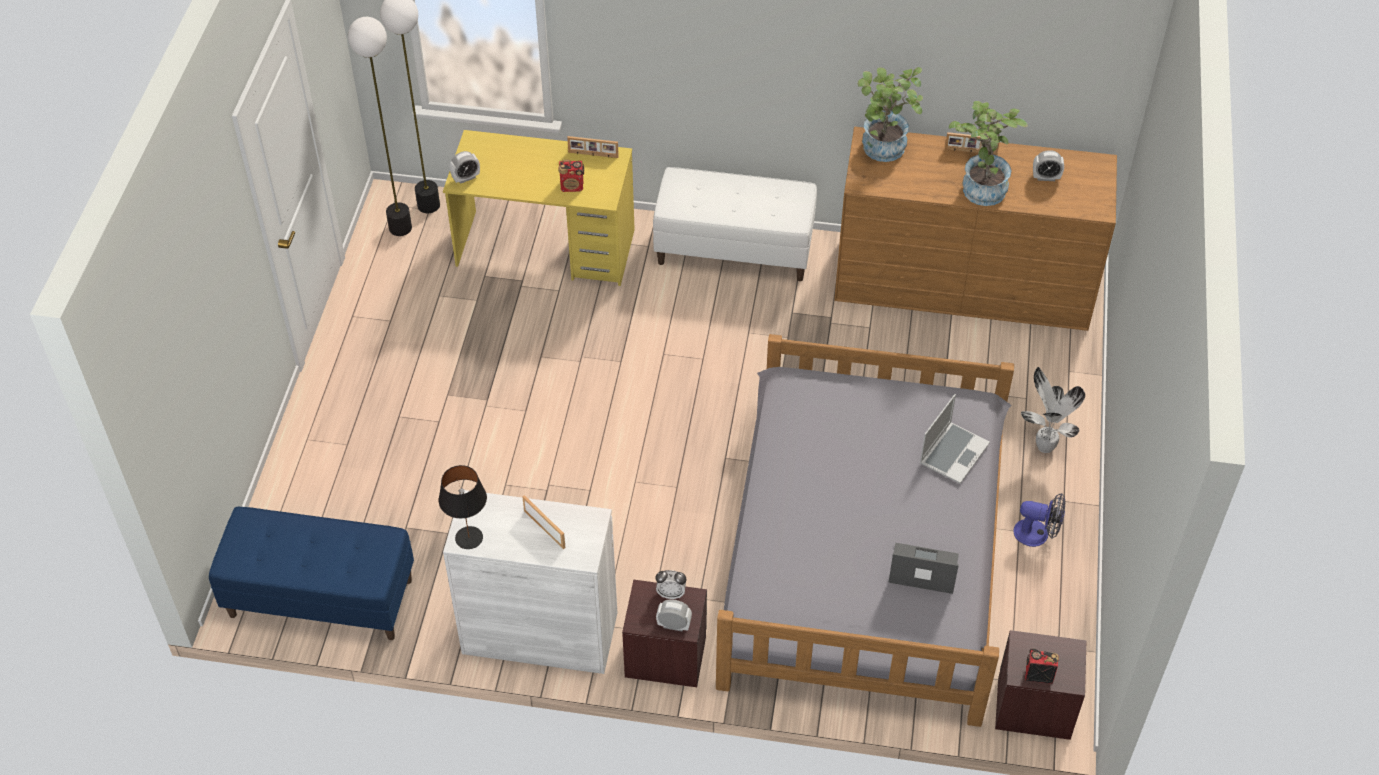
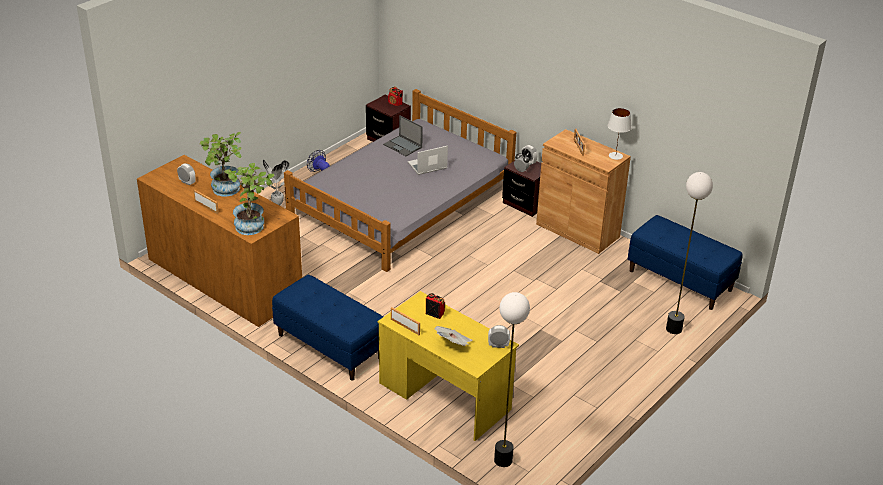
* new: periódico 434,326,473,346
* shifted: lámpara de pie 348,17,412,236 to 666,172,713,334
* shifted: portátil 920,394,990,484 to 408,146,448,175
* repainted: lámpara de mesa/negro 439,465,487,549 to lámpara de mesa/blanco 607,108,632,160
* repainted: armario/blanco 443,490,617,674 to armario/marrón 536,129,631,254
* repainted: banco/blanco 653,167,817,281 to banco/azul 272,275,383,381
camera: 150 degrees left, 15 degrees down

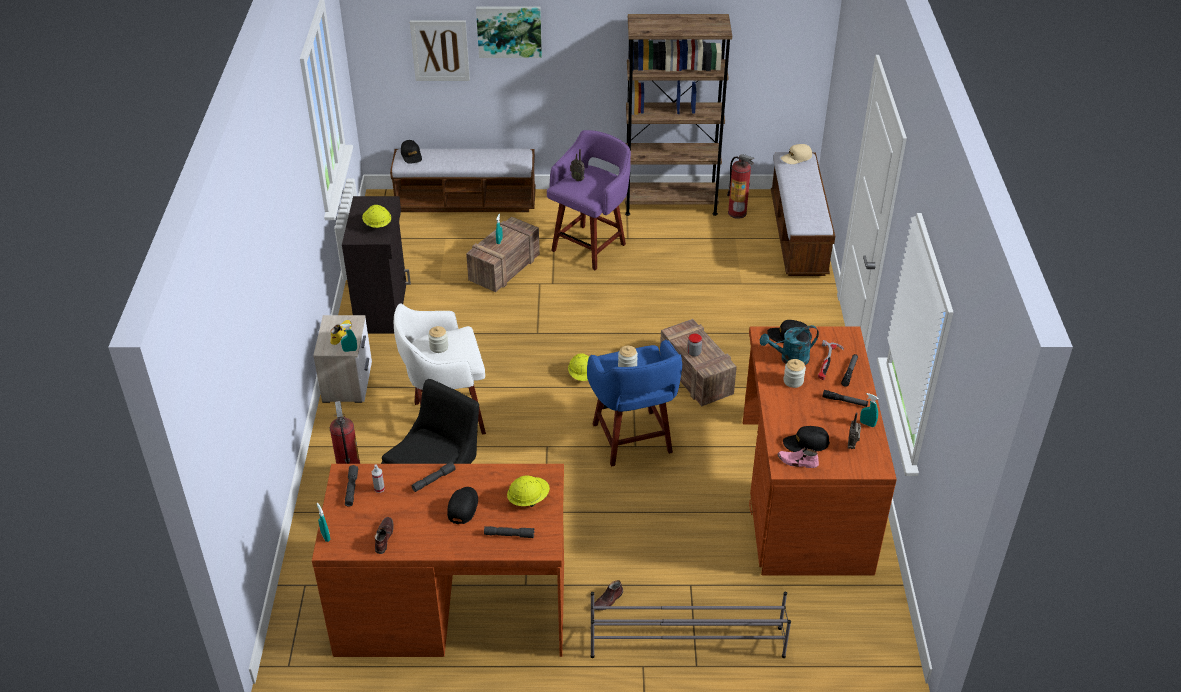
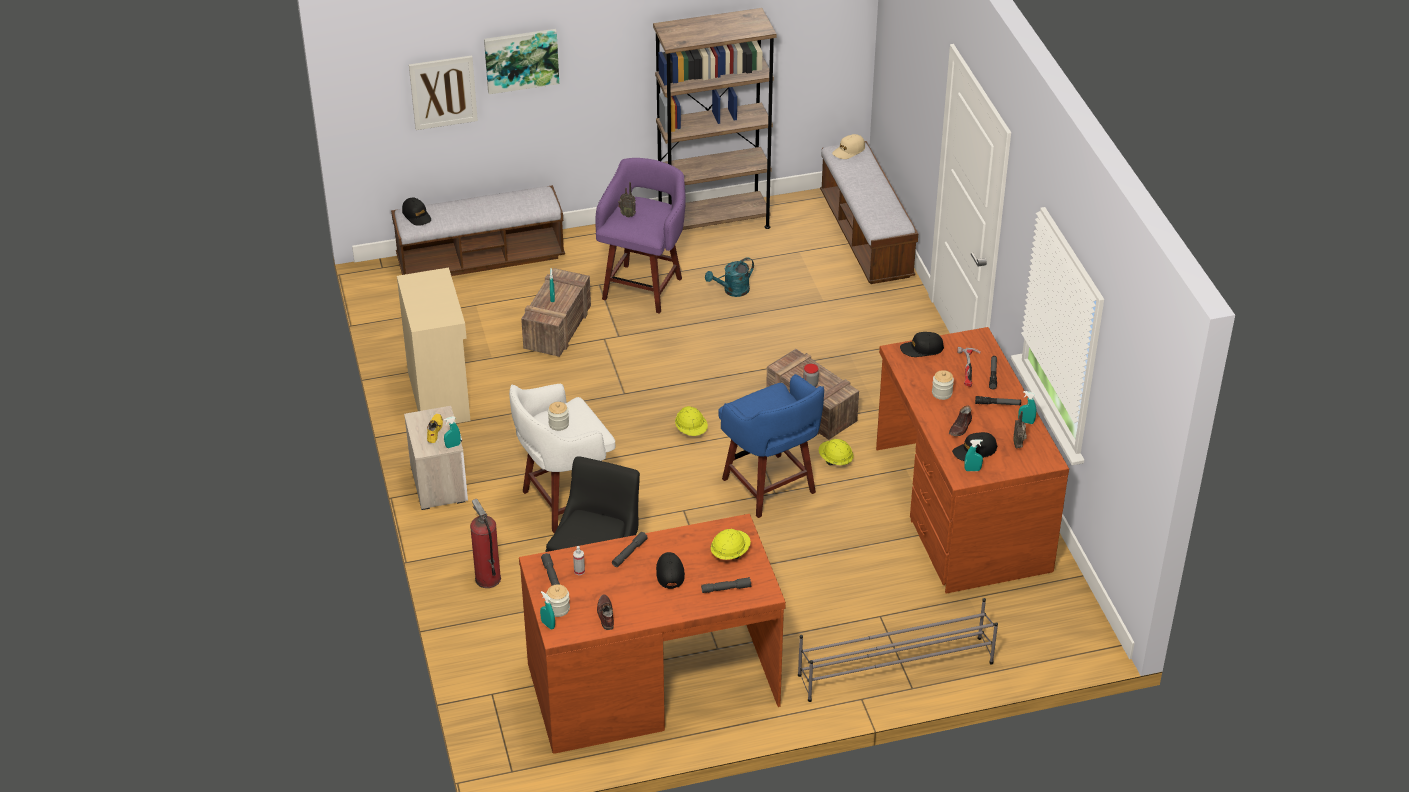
* gone: extintor 727,154,754,219
* shifted: casco/amarillo 362,205,391,228 to 819,439,854,465
* shifted: zapato/marrón 594,580,623,610 to 949,406,972,436
* shifted: tarro 618,346,638,367 to 546,584,570,617
* shifted: regadera/turquesa 760,325,819,365 to 705,257,754,297
* swapped: zapato/rosa 778,448,819,468 to pulverizador/turquesa 964,440,983,471
* repainted: armario/negro 342,196,411,333 to armario/beis 397,267,471,423
camera: 15 degrees left, 0 degrees up

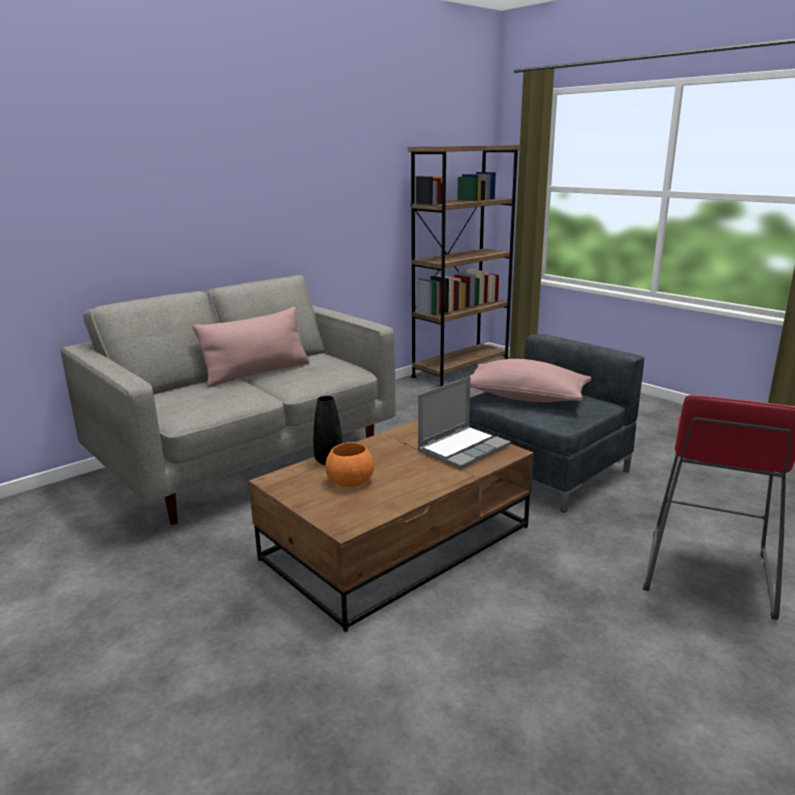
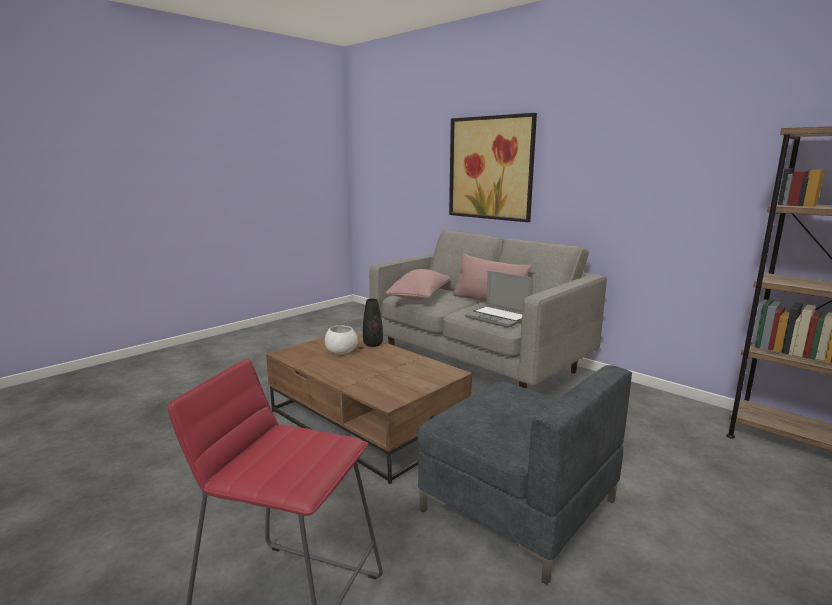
* new: cuadro 449,113,537,222
* shifted: portátil 417,376,511,469 to 465,270,533,328
* shifted: cojín/rosa 470,359,591,402 to 385,269,450,300
* repainted: cuenco/naranja 325,442,374,487 to cuenco/blanco 325,325,358,354
camera: 85 degrees right, 5 degrees down

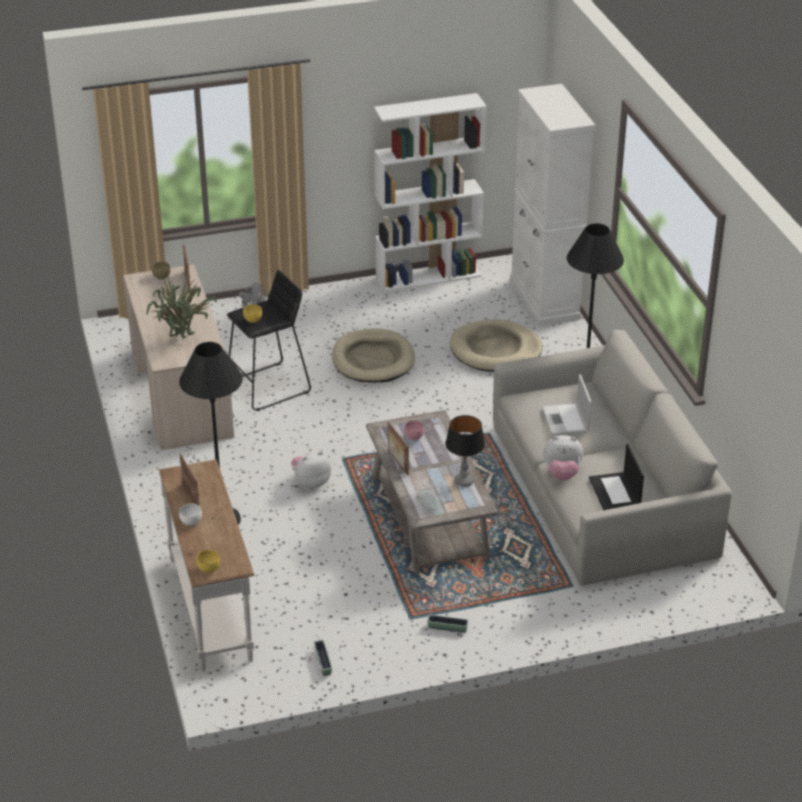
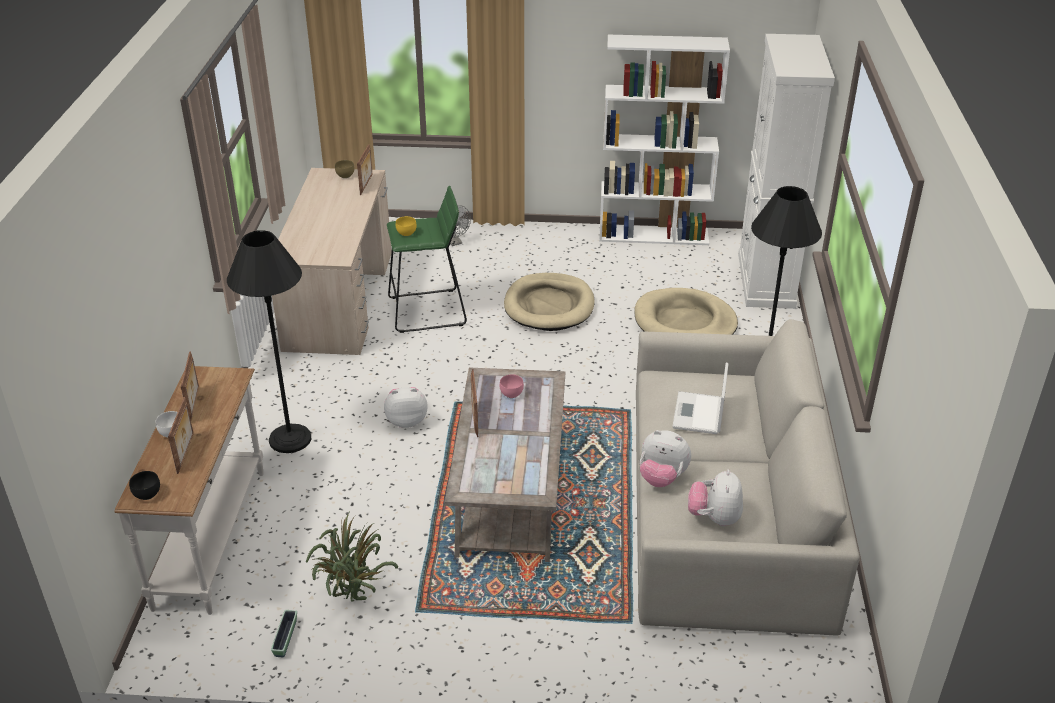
* gone: maceta 427,614,469,633
* gone: lámpara de mesa 445,415,485,487
* new: portarretratos 168,397,194,474
* shifted: planta en maceta 147,276,217,338 to 306,513,398,602
* swapped: portátil 589,444,644,510 to peluche 688,469,743,526
* repainted: cuenco/amarillo 197,550,220,573 to cuenco/negro 129,471,160,500
* repainted: taburete/negro 227,270,311,411 to taburete/verde 387,186,467,333
camera: 20 degrees right, 0 degrees up

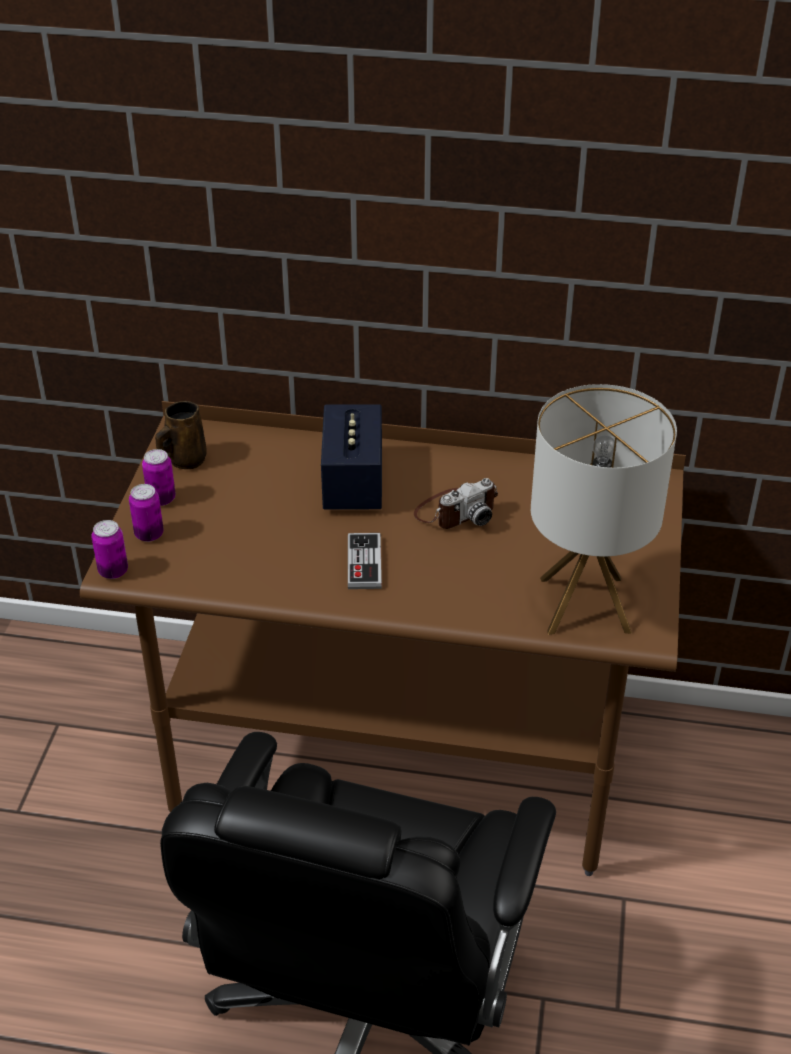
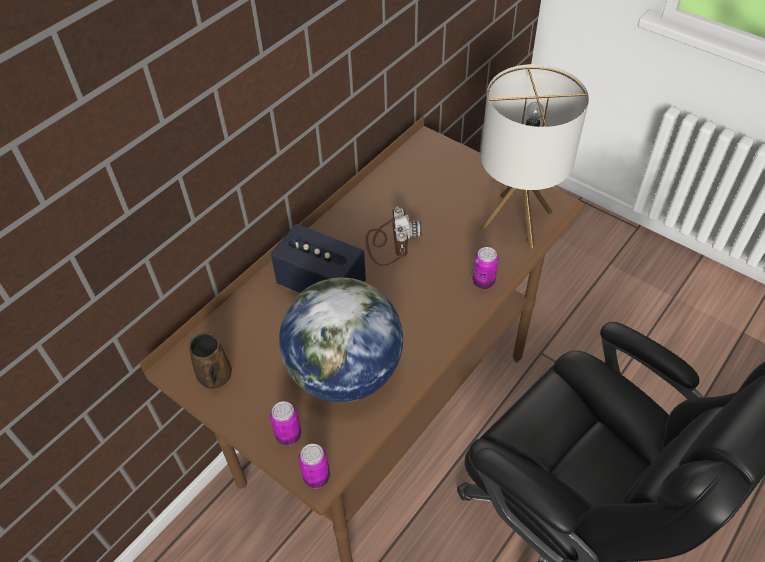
* gone: mando de consola 348,533,382,589
* new: globo terráqueo 279,278,403,402
* shifted: lata 142,449,176,506 to 473,247,499,289
camera: 60 degrees left, 10 degrees up

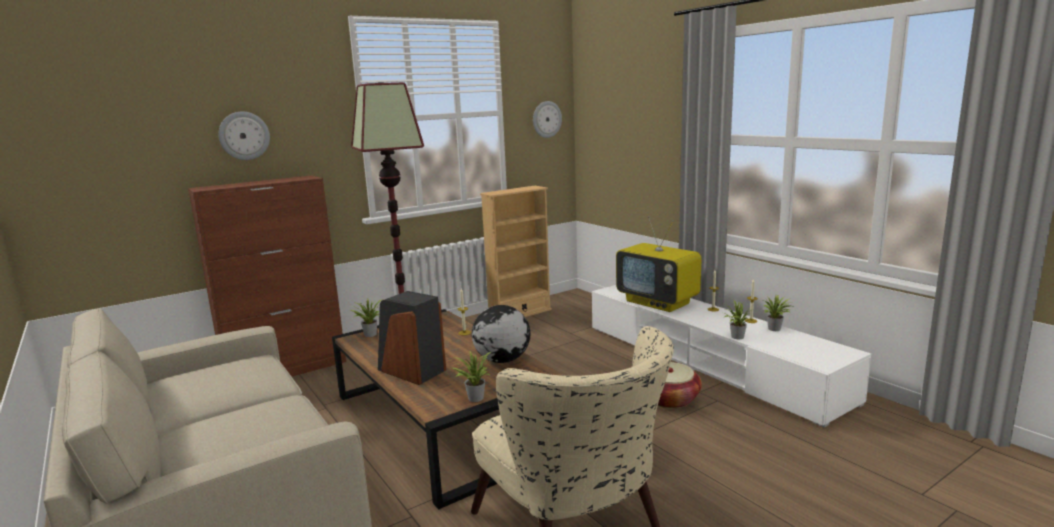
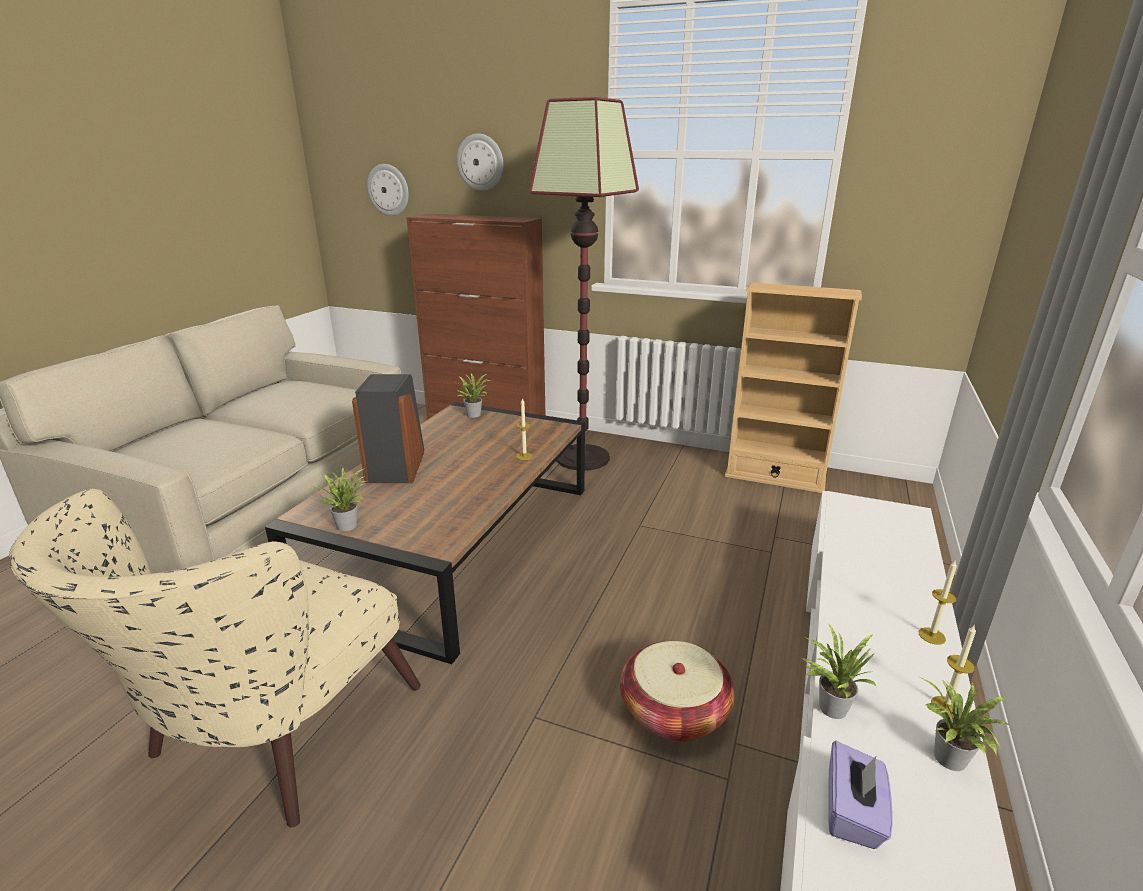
* gone: globo terráqueo 472,305,531,363
* gone: televisor 616,216,702,312
* new: caja de pañuelos/morado 828,741,893,849
* shifted: reloj de pared 533,101,562,138 to 367,164,409,216
camera: 55 degrees right, 10 degrees up

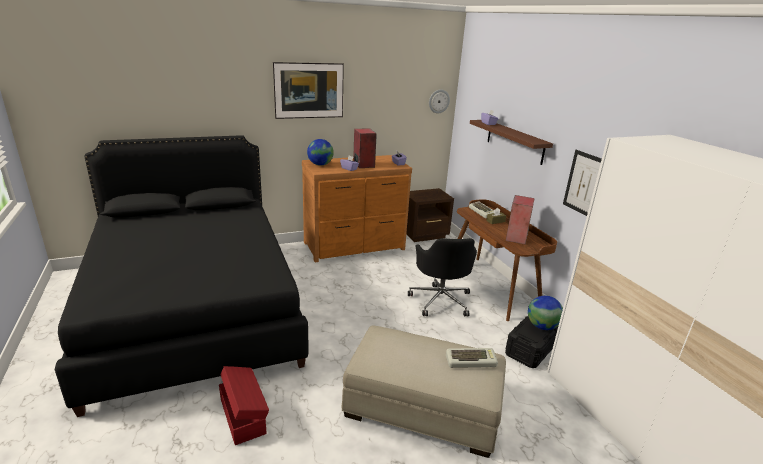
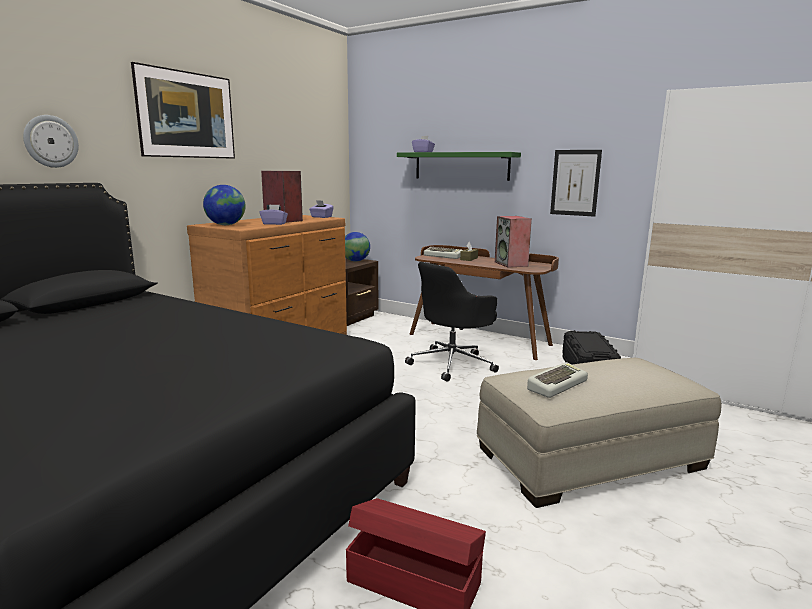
* shifted: reloj de pared 429,89,450,113 to 23,115,79,168
* shifted: teclado 446,348,498,368 to 527,362,588,398
* shifted: globo terráqueo 528,296,563,330 to 345,232,370,262
* repainted: estante/marrón 470,120,553,165 to estante/verde 397,152,521,181
* rotated: silla de oficina/negro 408,238,477,316 = 405,262,499,382 90 degrees clockwise
camera: 35 degrees left, 10 degrees down

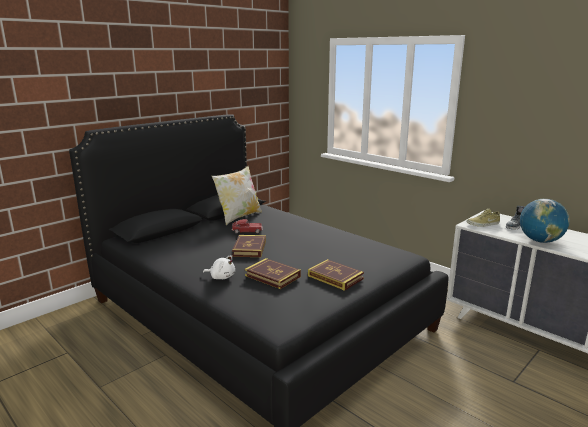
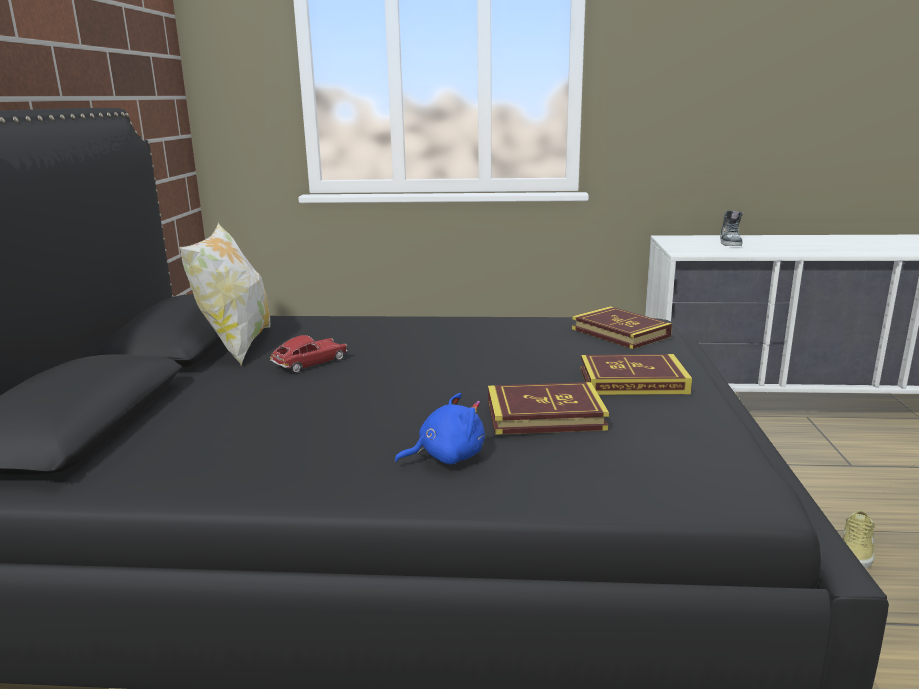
* gone: globo terráqueo 520,199,570,243
* shifted: libro 232,235,266,257 to 572,306,672,349
* shifted: zapato/beis 466,208,500,227 to 843,510,875,568
* repainted: peluche/blanco 203,255,235,279 to peluche/azul 394,393,485,464
camera: 40 degrees left, 0 degrees up

